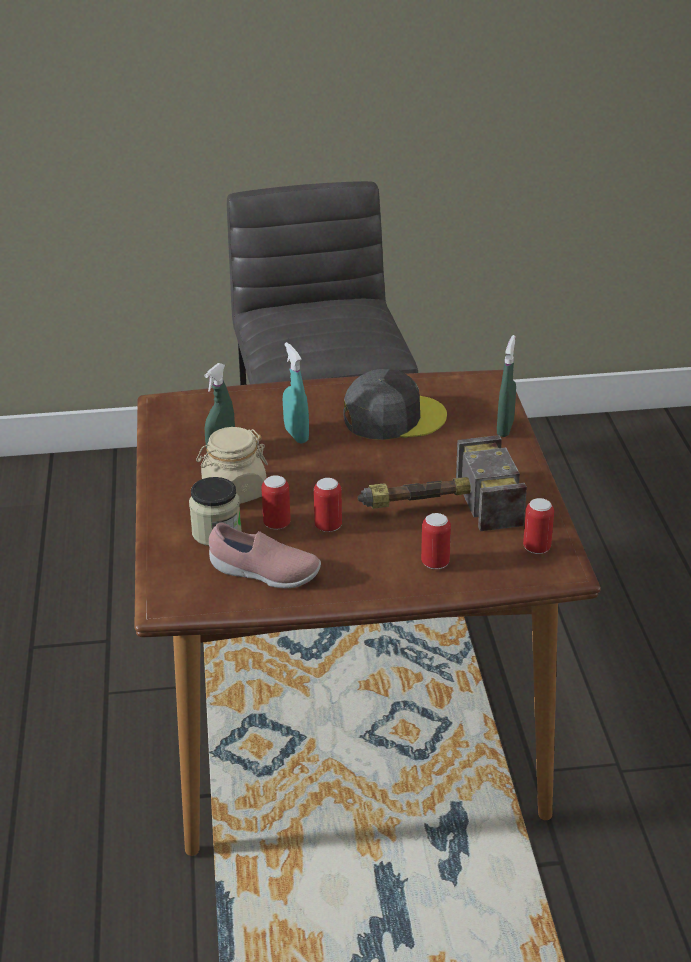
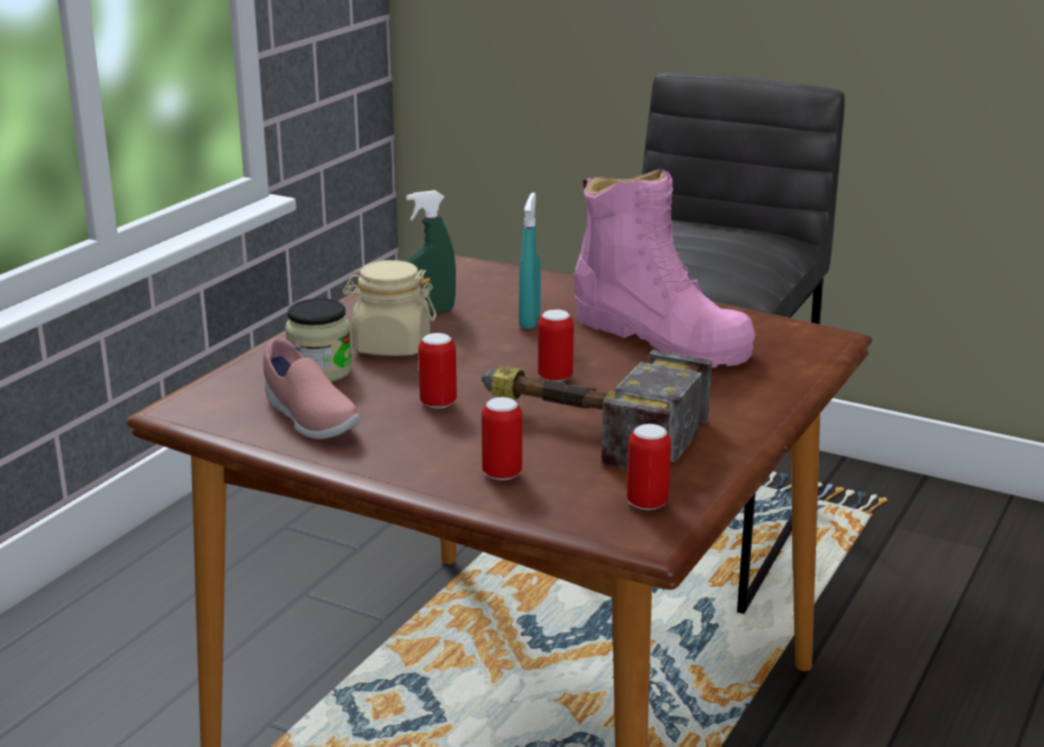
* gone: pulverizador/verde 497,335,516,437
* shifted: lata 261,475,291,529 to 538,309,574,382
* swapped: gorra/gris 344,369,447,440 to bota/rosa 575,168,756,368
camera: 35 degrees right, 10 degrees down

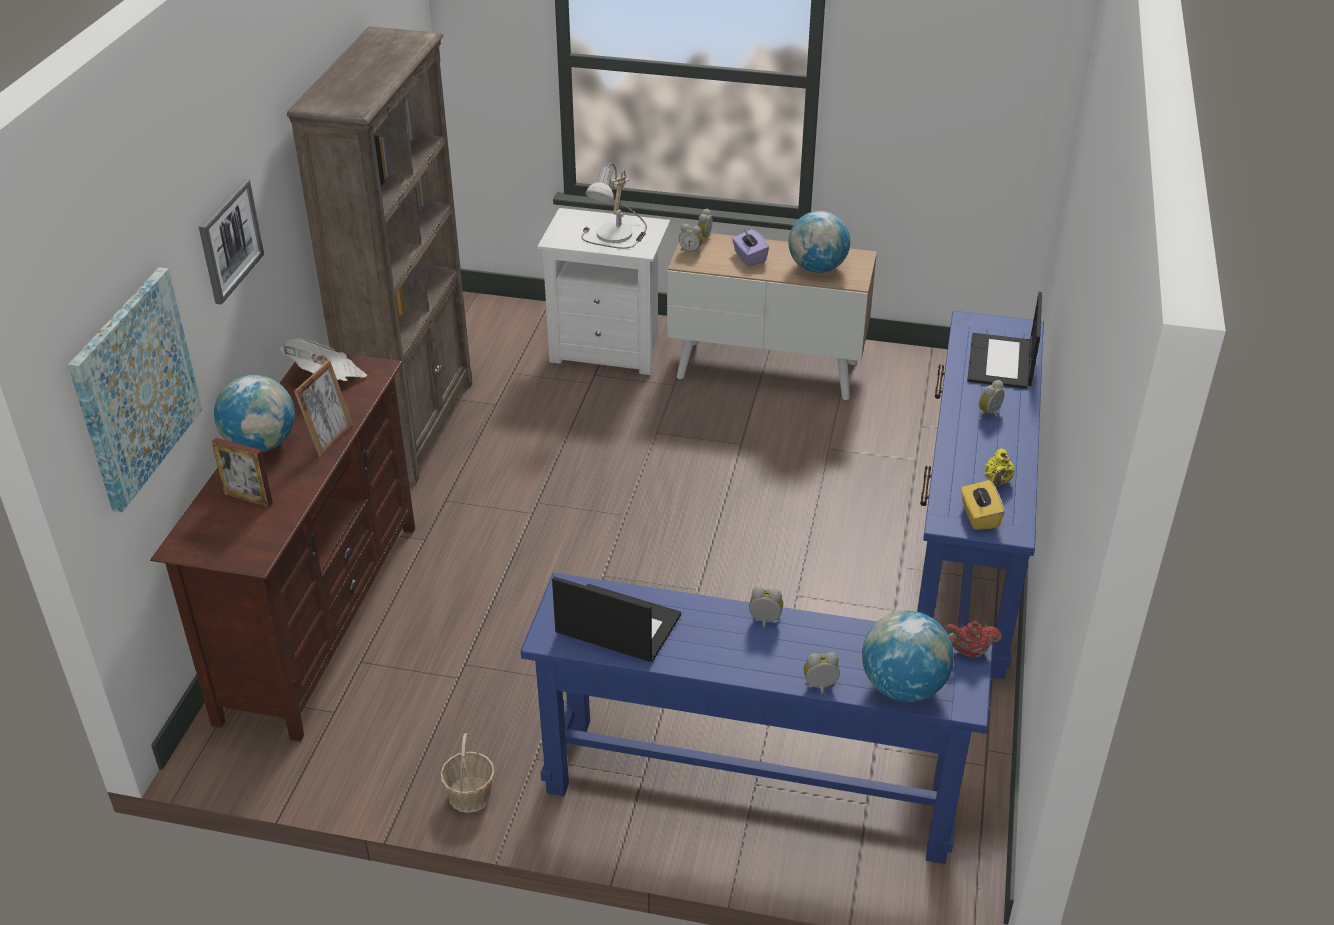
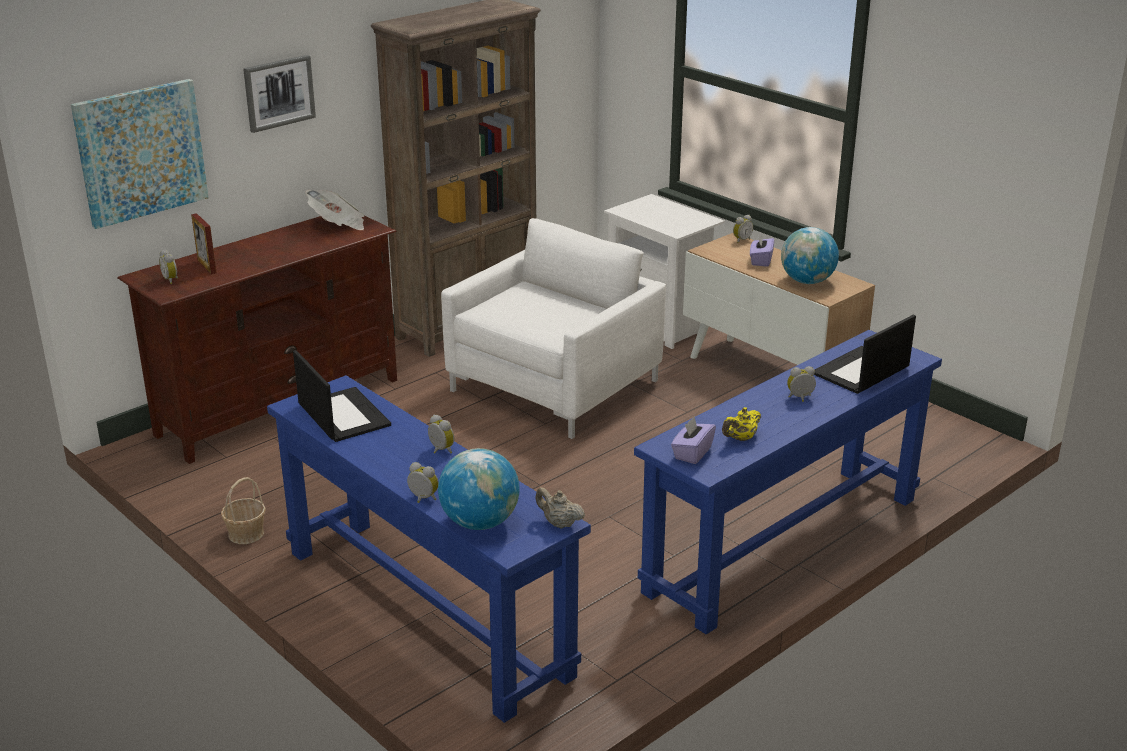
* gone: globo terráqueo 214,375,295,452
* gone: portarretratos 294,360,353,458
* gone: lámpara de mesa 581,163,647,249
* new: sillón/blanco 441,218,666,439
* shifted: despertador 679,224,703,255 to 159,249,178,284
* repainted: tetera/rojo 944,621,1002,658 to tetera/beis 535,487,585,529
* repainted: caja de pañuelos/amarillo 961,480,1005,530 to caja de pañuelos/morado 671,416,716,464
camera: 35 degrees right, 10 degrees down

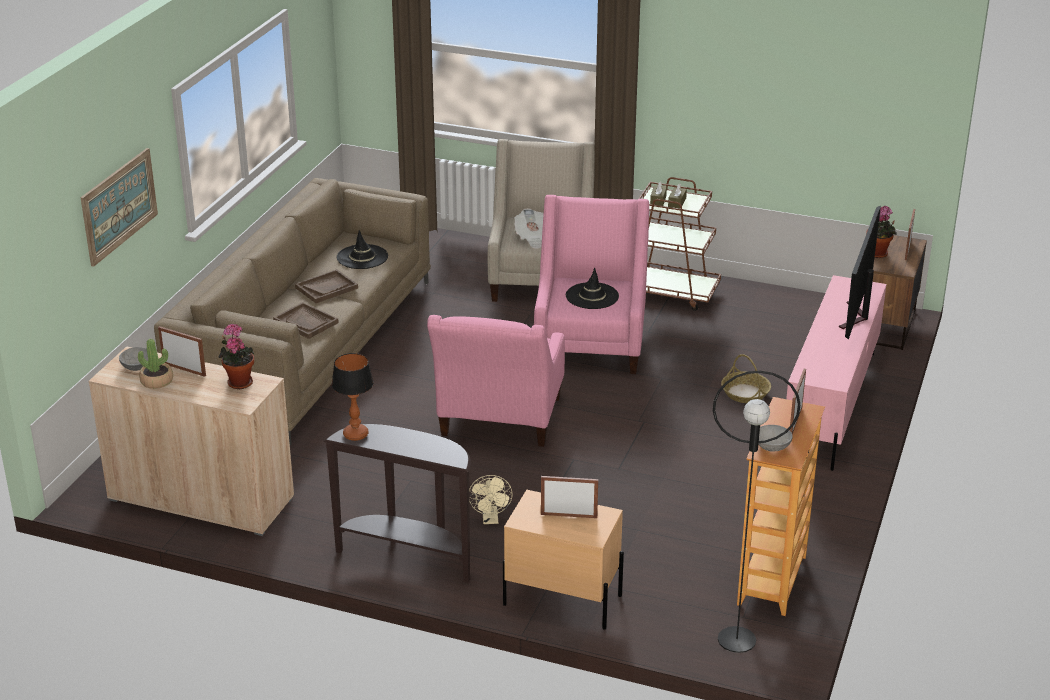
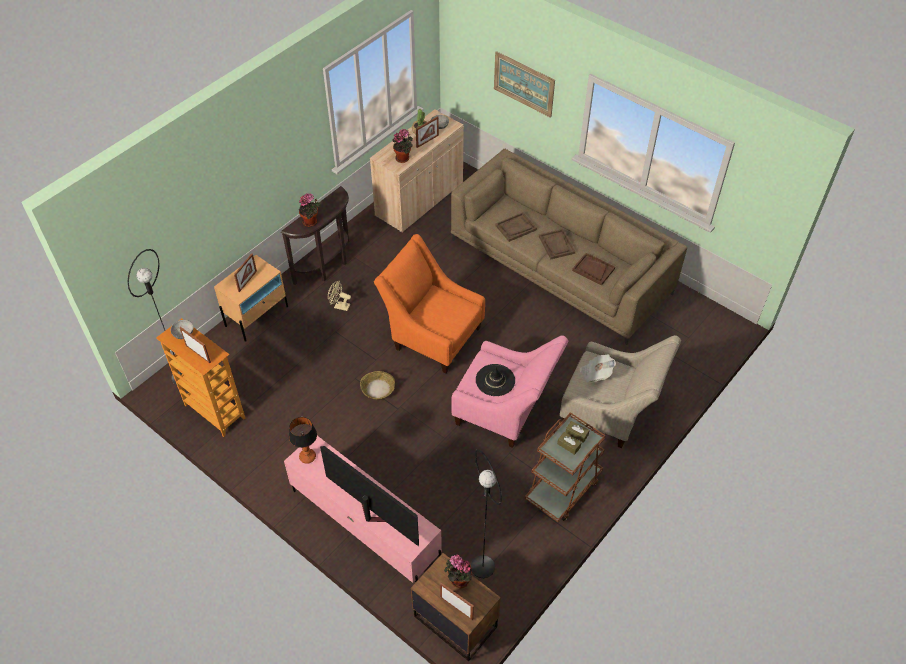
* new: planta en maceta 299,193,320,227
* new: lámpara de pie/negro 471,449,502,578
* shifted: lámpara de mesa 331,353,374,441 to 289,417,317,464
* shifted: cesta 721,354,771,403 to 360,371,395,400
* swapped: sombrero/negro 337,230,388,269 to bandeja/marrón 572,253,615,285
* repainted: sillón/rosa 427,315,565,447 to sillón/naranja 374,234,485,374
camera: 110 degrees right, 20 degrees up

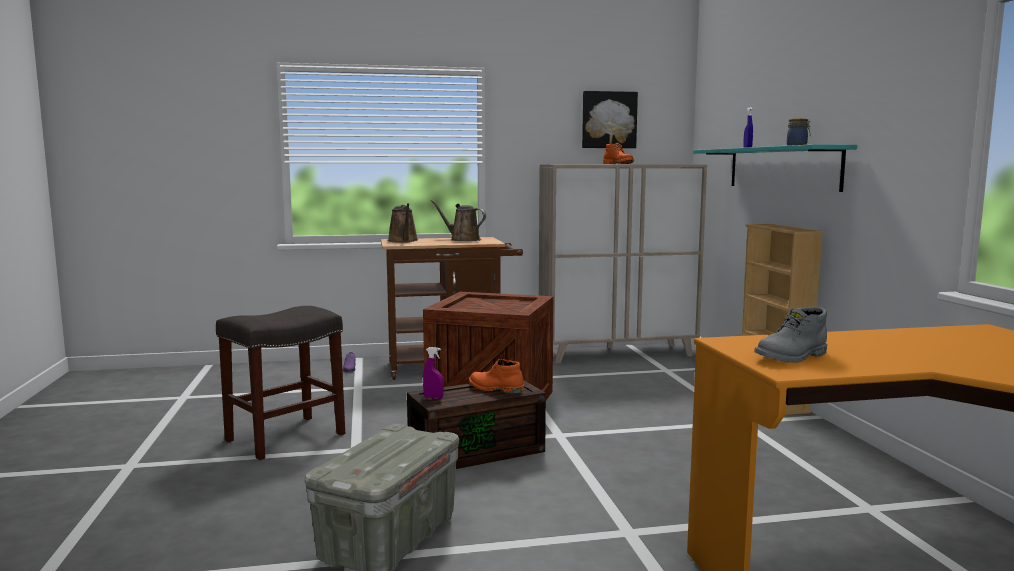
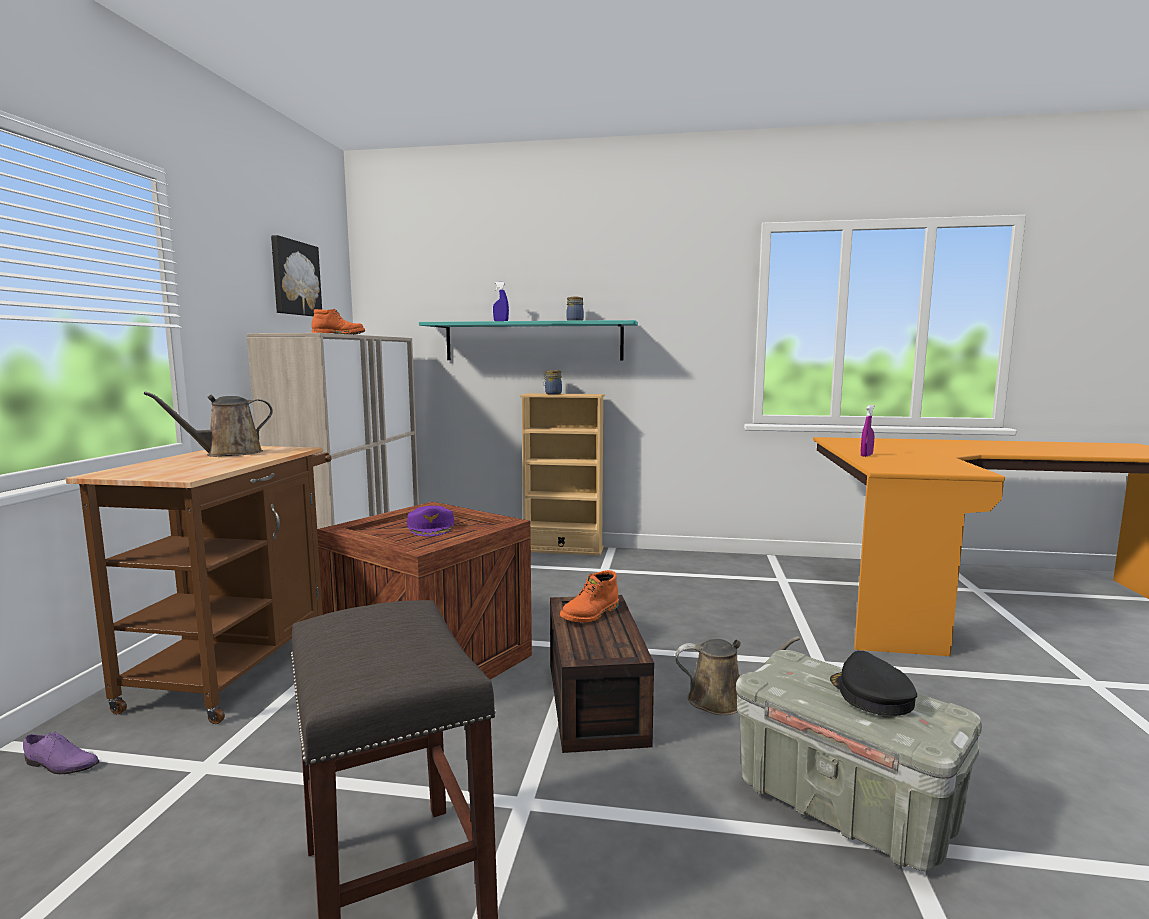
* gone: bota/gris 754,307,827,363
* new: gorra/morado 407,506,454,536
* new: tarro 544,370,562,394
* new: gorra/negro 830,651,917,716
* shifted: regadera/marrón 388,203,418,242 to 676,637,800,715
* shifted: pulverizador/morado 423,347,444,399 to 861,405,875,457
camera: 70 degrees left, 0 degrees up

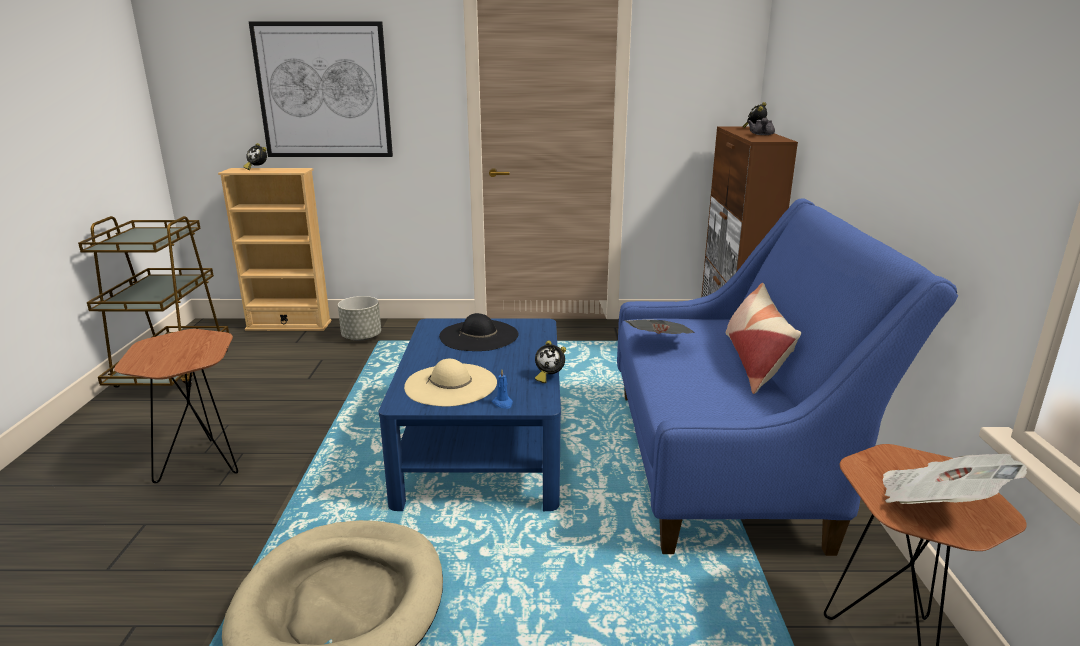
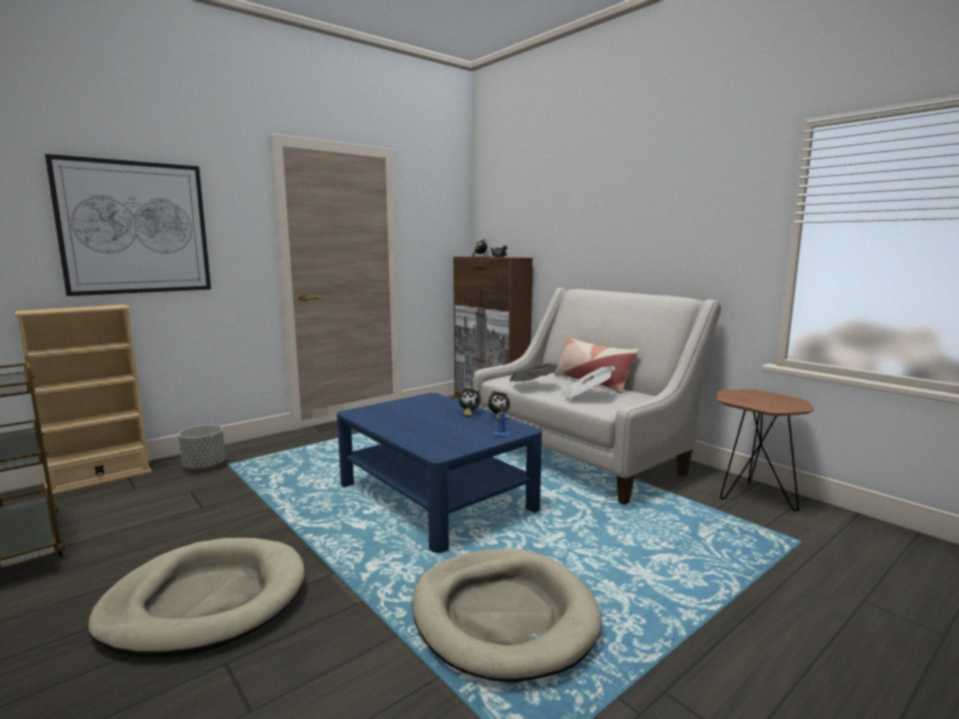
* gone: sombrero/beis 404,359,497,407
* gone: sombrero/negro 439,313,518,351
* shifted: despertador 243,143,267,170 to 459,386,481,417
* shifted: periódico 883,454,1027,504 to 558,366,615,399
* swapped: mesa auxiliar/marrón 114,329,238,483 to cama para perro/beis 88,538,305,658
* repainted: sofá/azul 617,198,958,556 to sofá/beis 473,288,721,505
camera: 40 degrees left, 10 degrees down

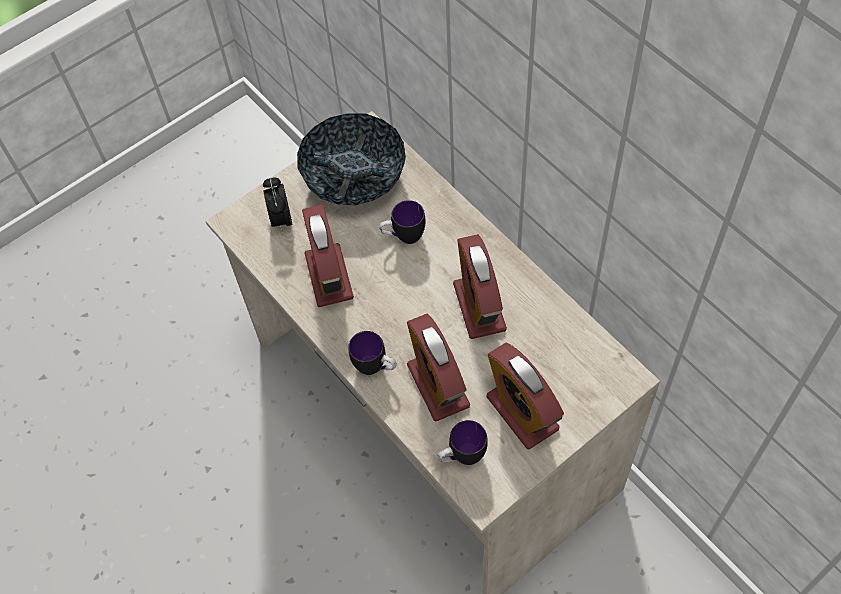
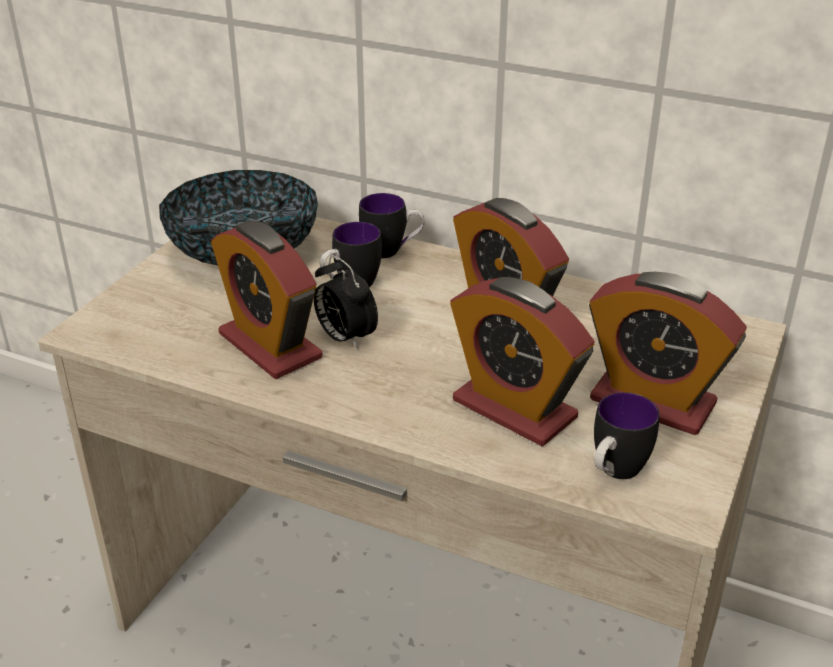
* shifted: despertador 263,177,293,231 to 314,255,378,350
* shifted: taza grande 348,331,397,375 to 359,193,425,258
camera: 30 degrees left, 25 degrees down

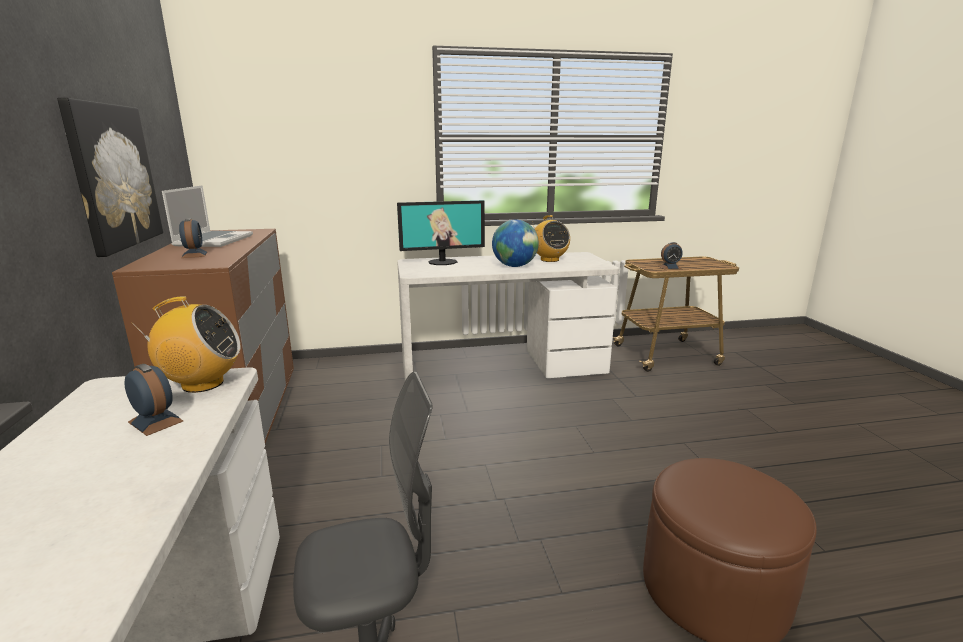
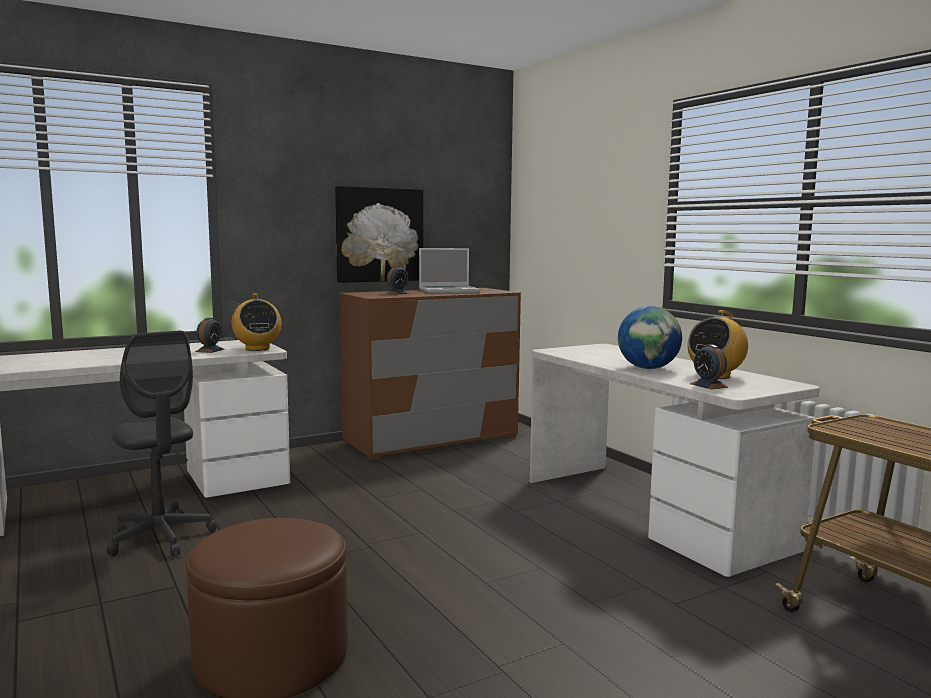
* gone: monitor 397,200,485,265
* shifted: despertador 659,242,683,269 to 690,345,728,390
camera: 70 degrees right, 10 degrees down

